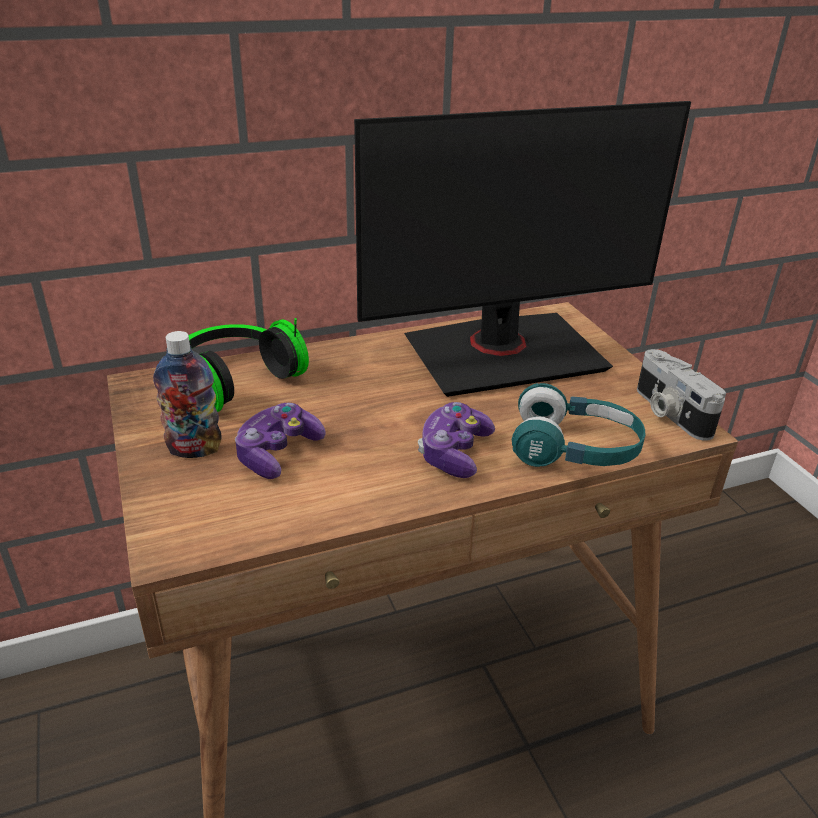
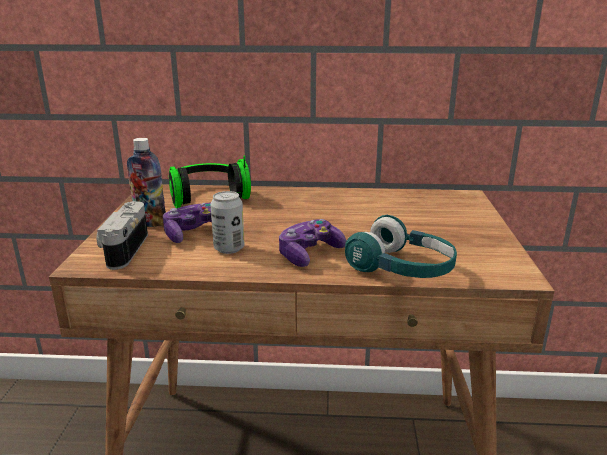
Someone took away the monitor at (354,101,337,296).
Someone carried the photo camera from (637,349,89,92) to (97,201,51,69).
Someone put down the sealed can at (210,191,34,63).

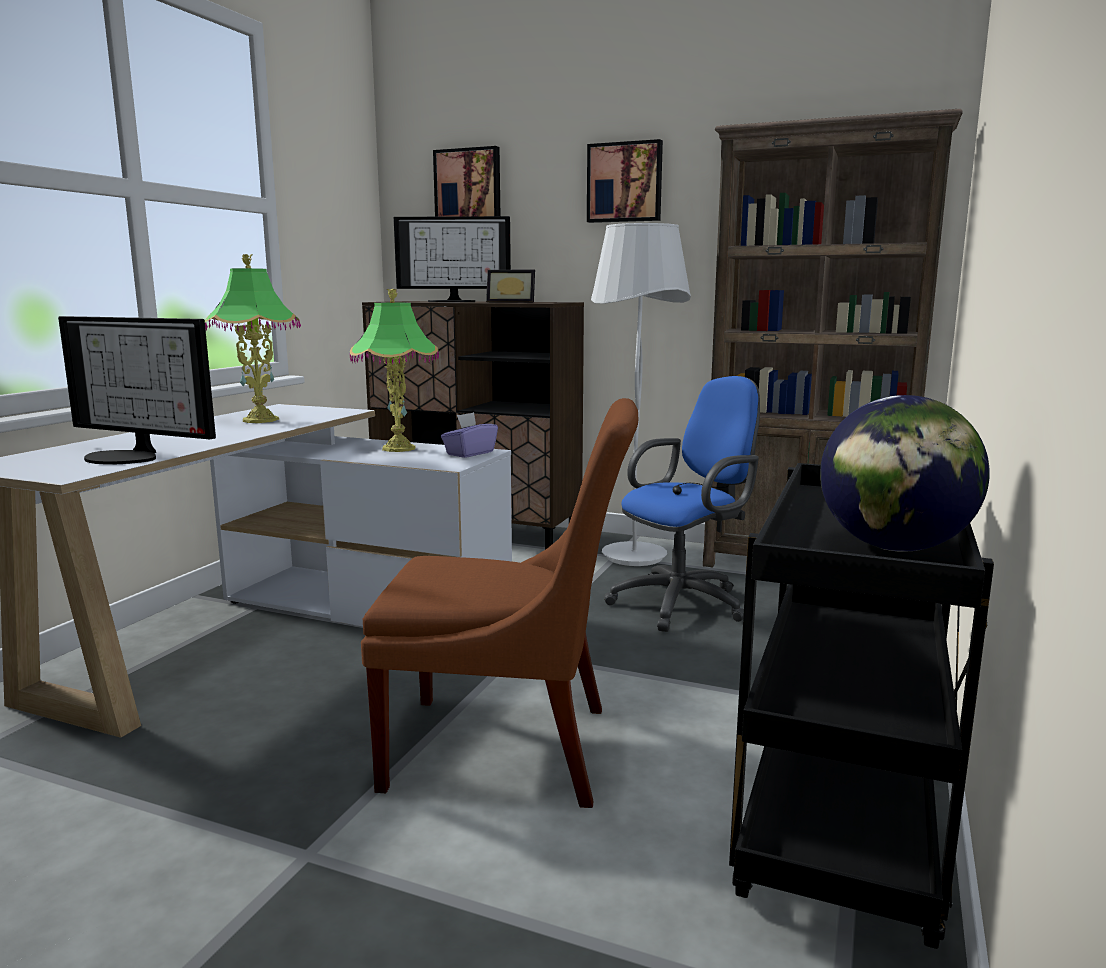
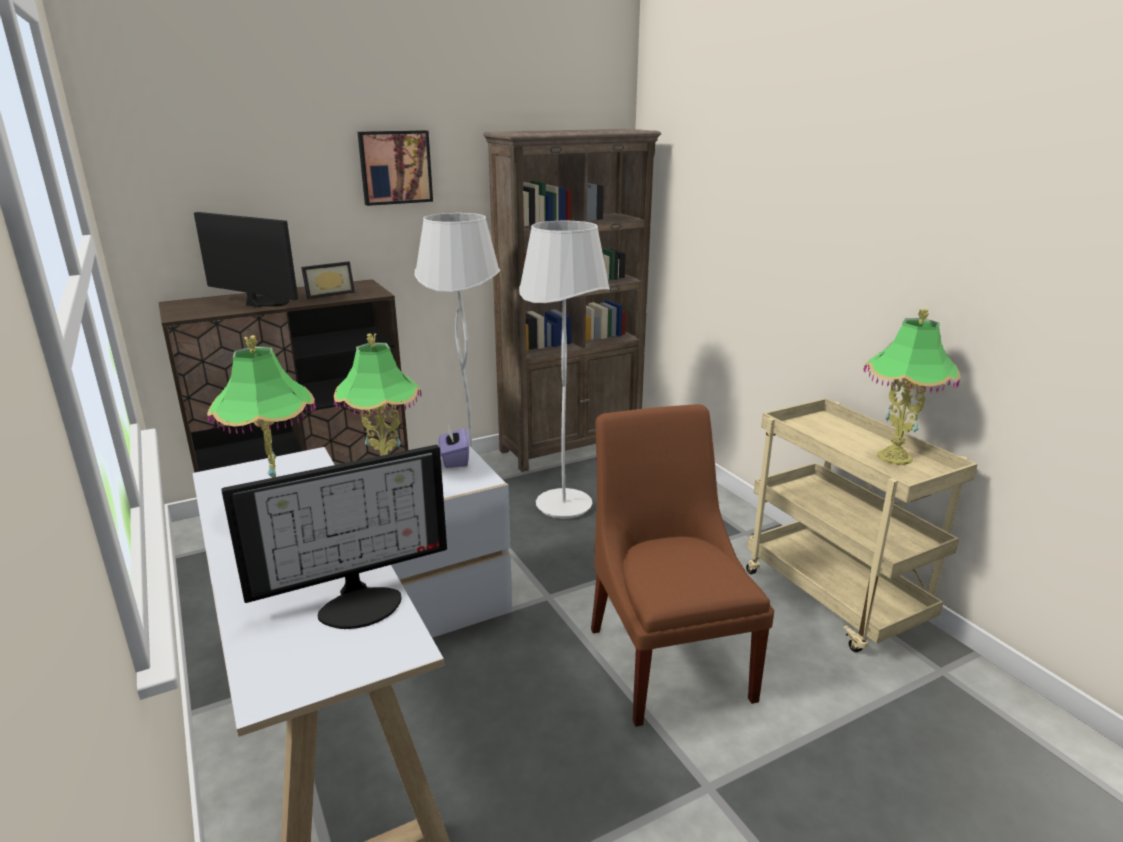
Someone rotated the plain chair in brown at (361,398,278,410) by 60 degrees counterclockwise.
Someone rotated the monitor at (394,216,117,86) by 105 degrees counterclockwise.
Someone took away the wall picture at (433,146,67,71).
Someone swapped the computer chair in blue-coloured at (604,376,156,256) for the standing lamp in white at (519,221,91,298).
Someone repainted the cart in black-coloured at (729,463,265,486), which became the cart in beige at (746,398,232,255).
Someone swapped the globe at (820,395,170,157) for the table lamp at (864,308,96,157).

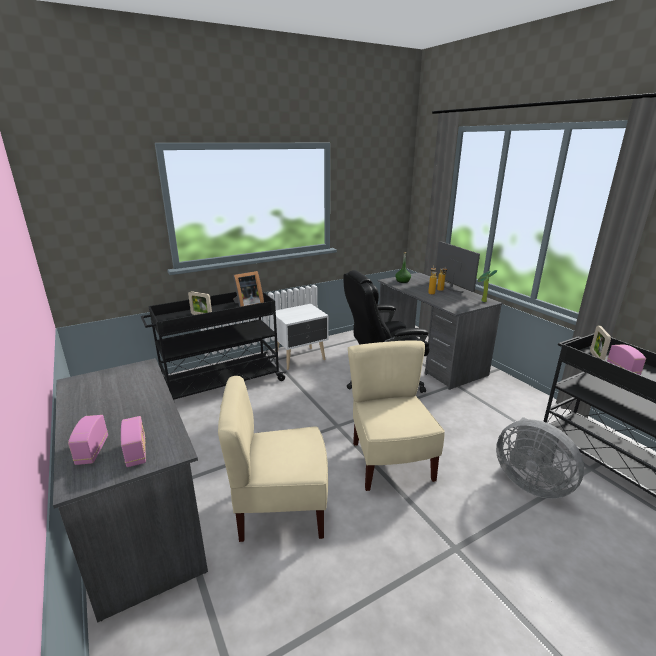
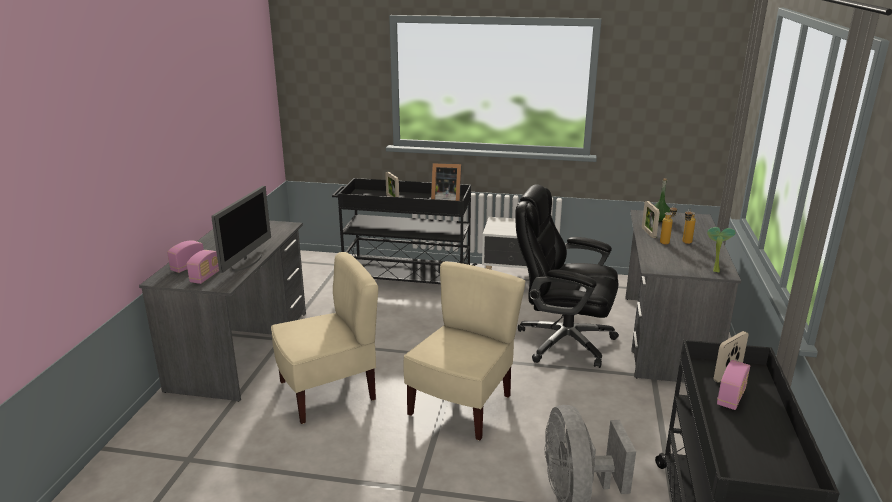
Someone rotated the plain chair in beige at (218,376,110,166) by 120 degrees clockwise.
Someone carried the monitor from (436,241,44,52) to (211,186,60,87).
Someone put down the photo frame at (642,201,18,37).

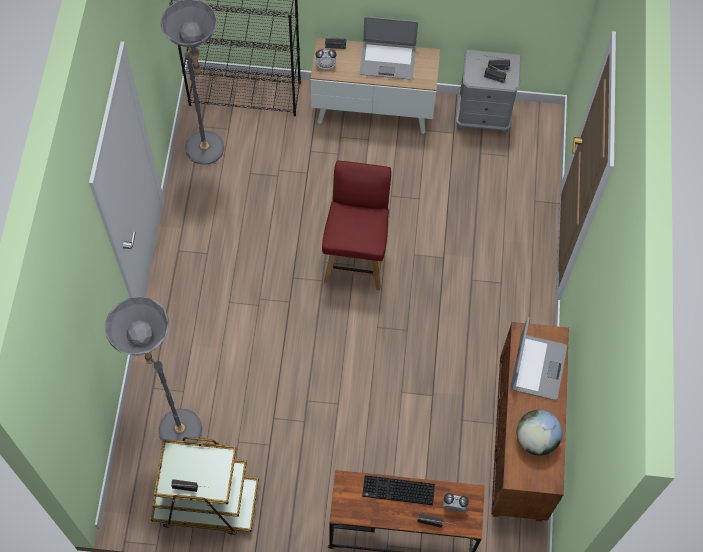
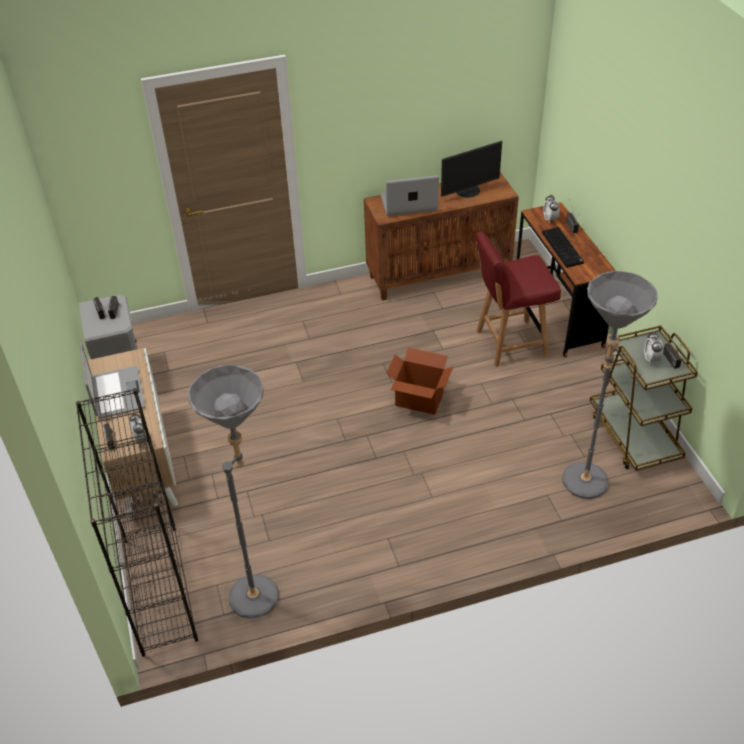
Someone carried the plain chair in red-coloured from (322,161,69,129) to (476,232,85,135).
Someone swapped the globe at (517,410,46,45) for the monitor at (441,141,61,57).
Someone put down the carton at (386,348,67,67).
Someone put down the alarm clock at (644,332,19,32).

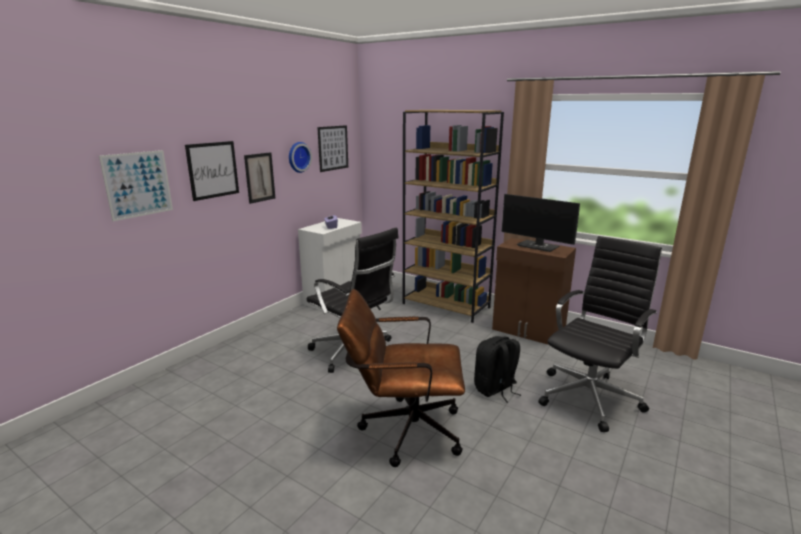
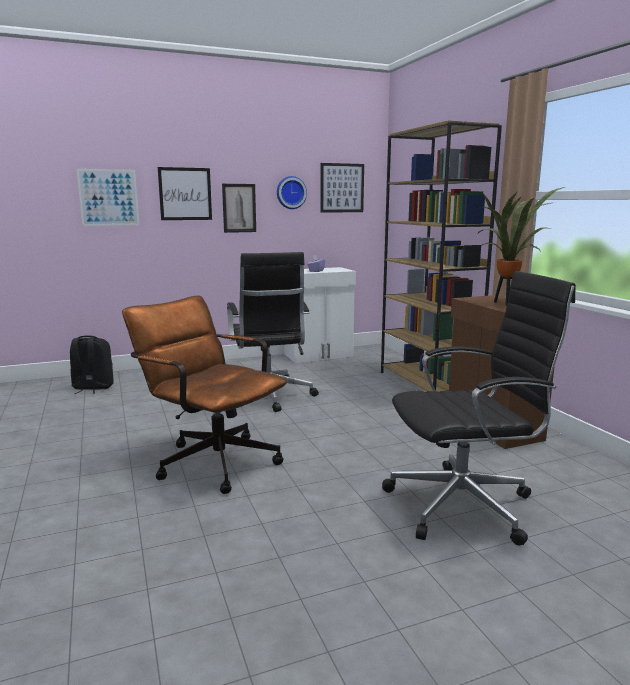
Someone carried the rucksack in black-coloured from (474,336,47,67) to (70,335,44,59).
Someone swapped the monitor at (502,194,78,58) for the plant in a pot at (477,187,88,119).

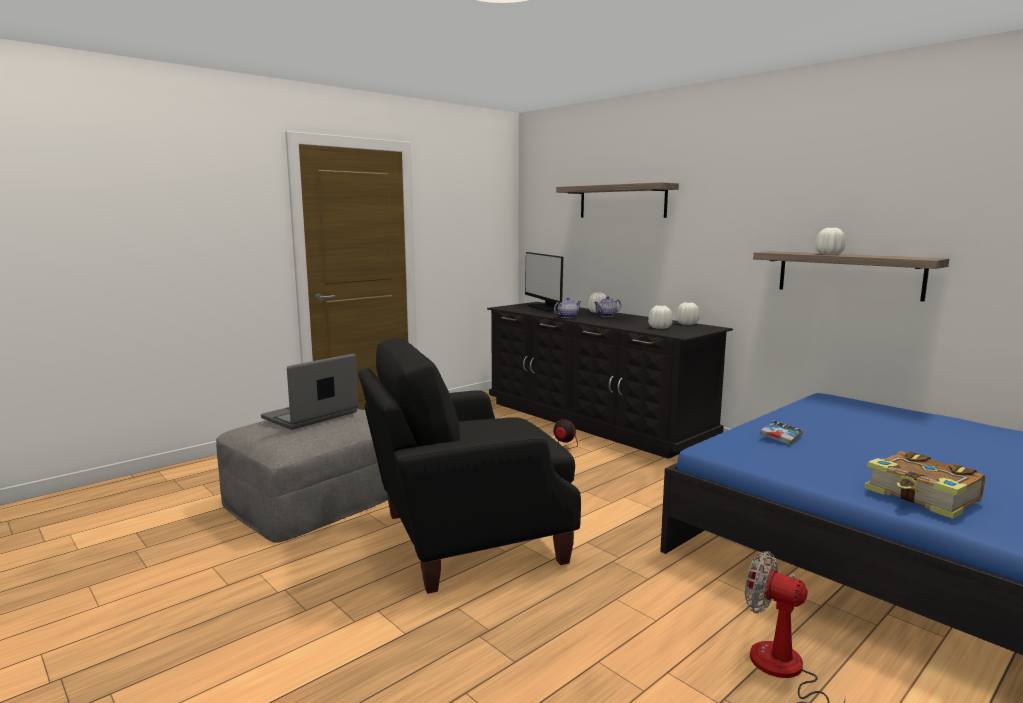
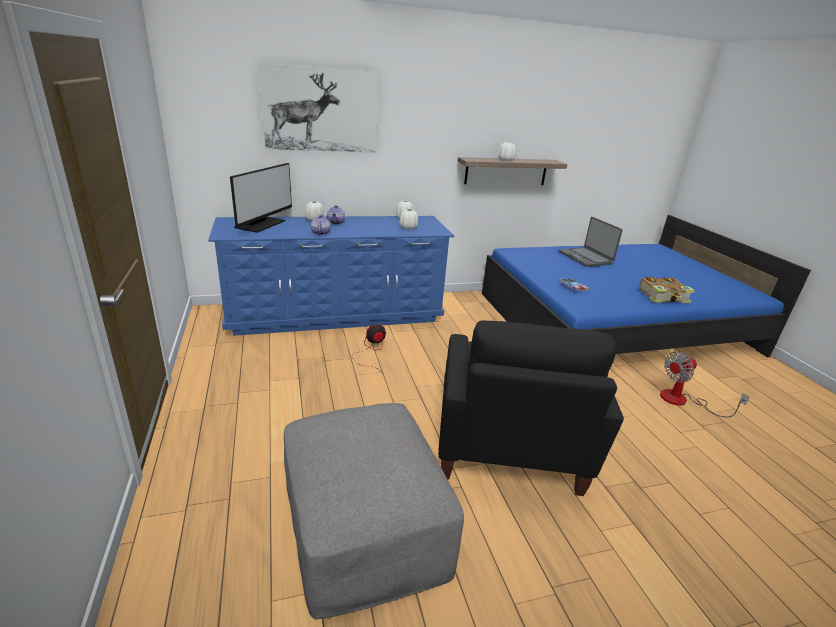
Someone carried the laptop from (261,354,97,76) to (559,217,64,50).
Someone repainted the drawer chest in black-coloured at (487,302,246,157), which became the drawer chest in blue-coloured at (208,216,246,120).
Someone rotated the monitor at (525,252,38,60) by 75 degrees counterclockwise.
Someone swapped the wall shelf at (556,182,123,36) for the wall picture at (259,63,120,90).

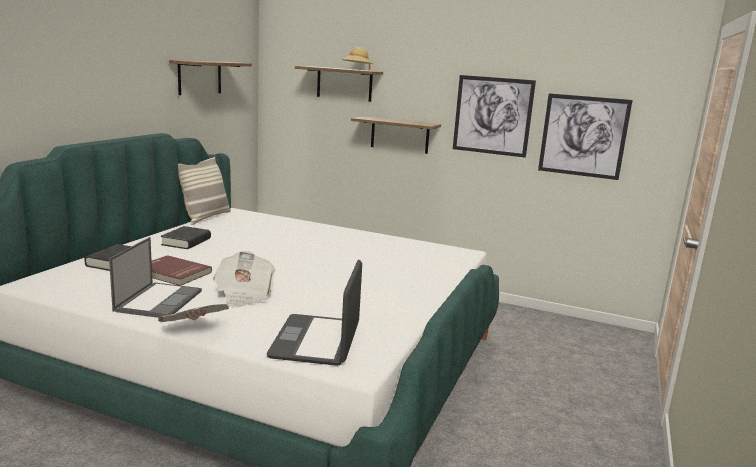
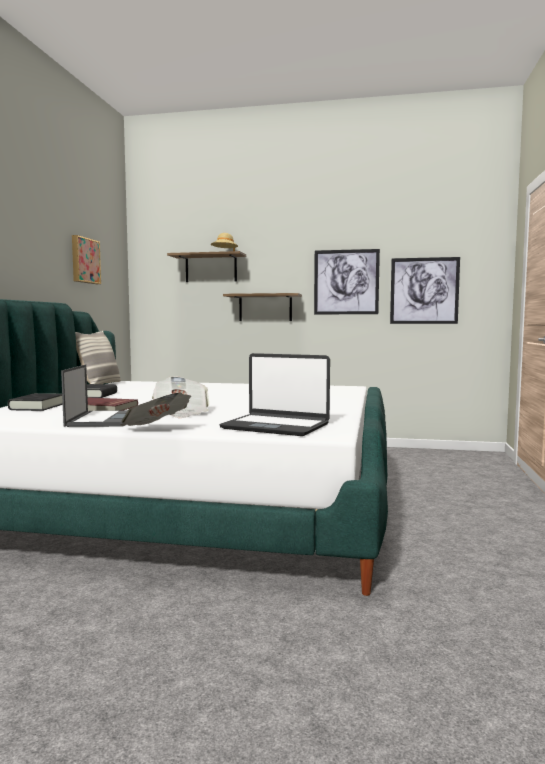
Someone swapped the wall shelf at (169,60,83,35) for the wall picture at (72,235,29,49).
Someone rotated the laptop at (267,260,95,106) by 60 degrees counterclockwise.

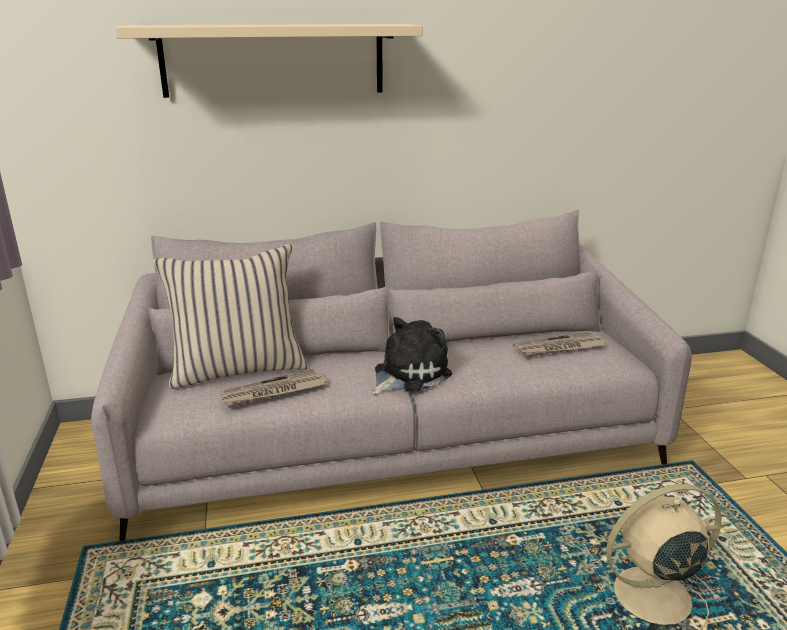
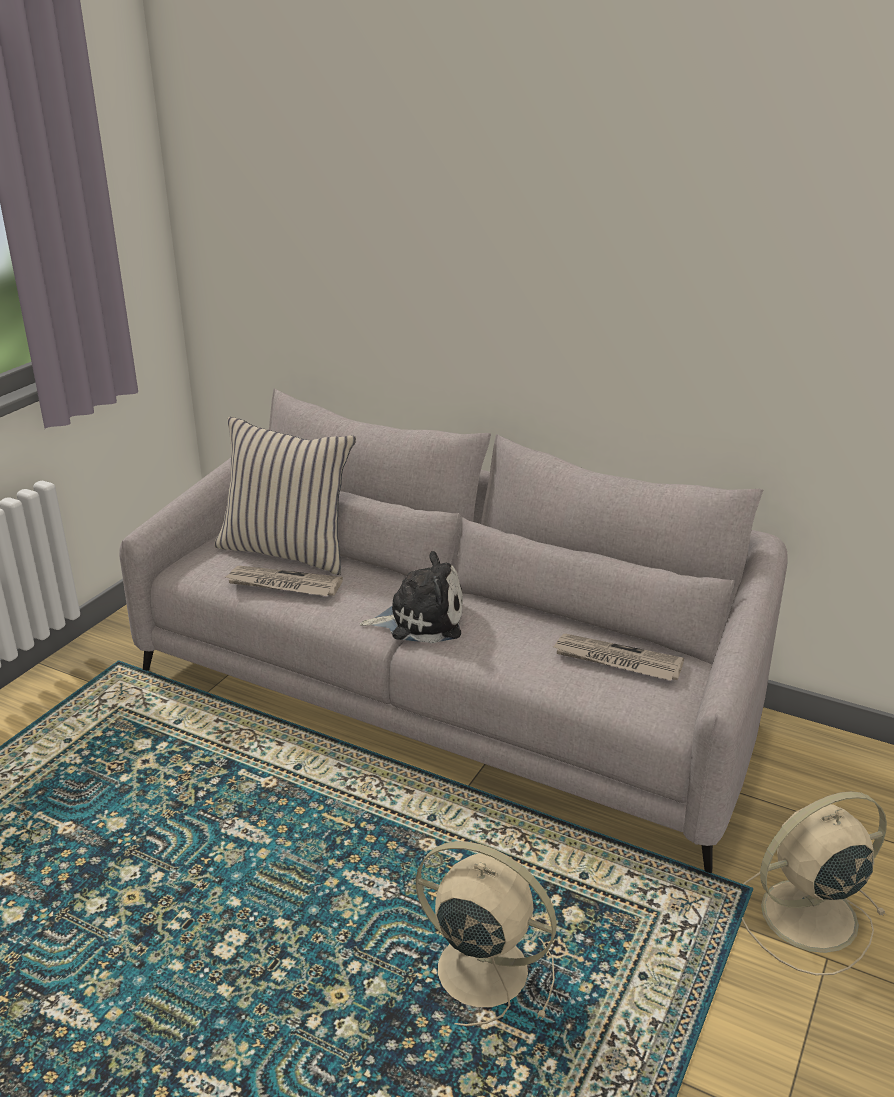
Someone took away the wall shelf in beige at (115,24,308,74).
Someone put down the electric fan in beige at (742,791,145,184).

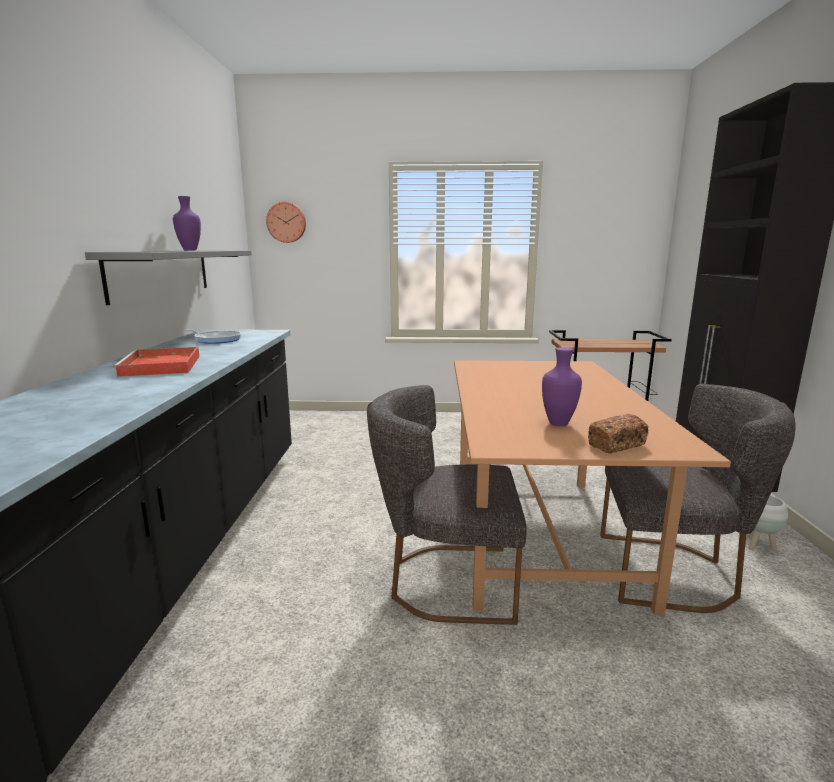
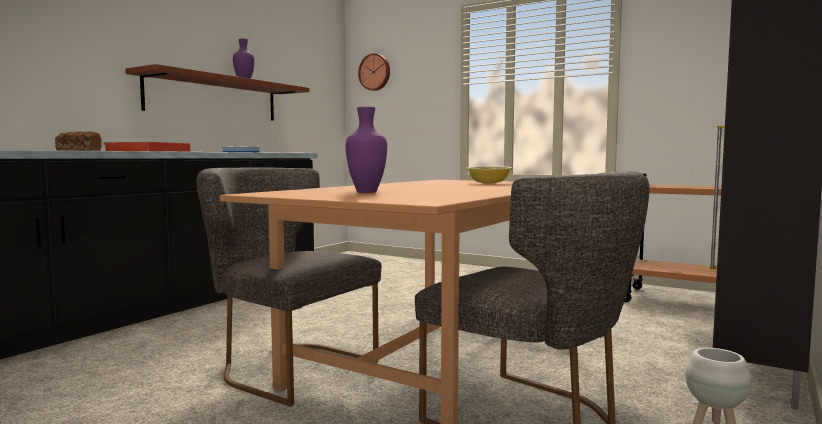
Someone repainted the wall shelf in greyish at (85,250,167,55), which became the wall shelf in brown at (125,64,184,57).
Someone carried the bakery bread from (588,414,60,40) to (55,131,47,20).
Someone put down the bowl at (466,166,46,18).

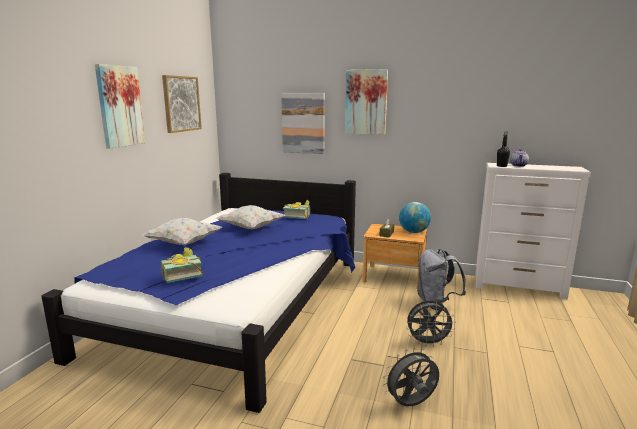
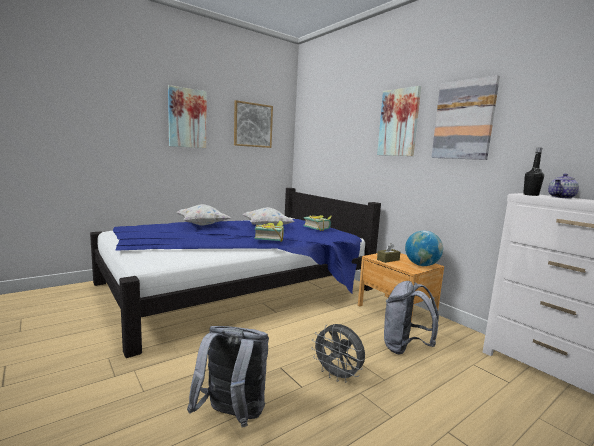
Someone carried the bound book from (161,247,42,36) to (254,221,30,21).
Someone carried the wall picture from (281,93,44,61) to (431,75,69,85).
Someone swapped the electric fan in greyish at (383,348,56,58) for the rucksack in greyish at (187,326,82,102).

